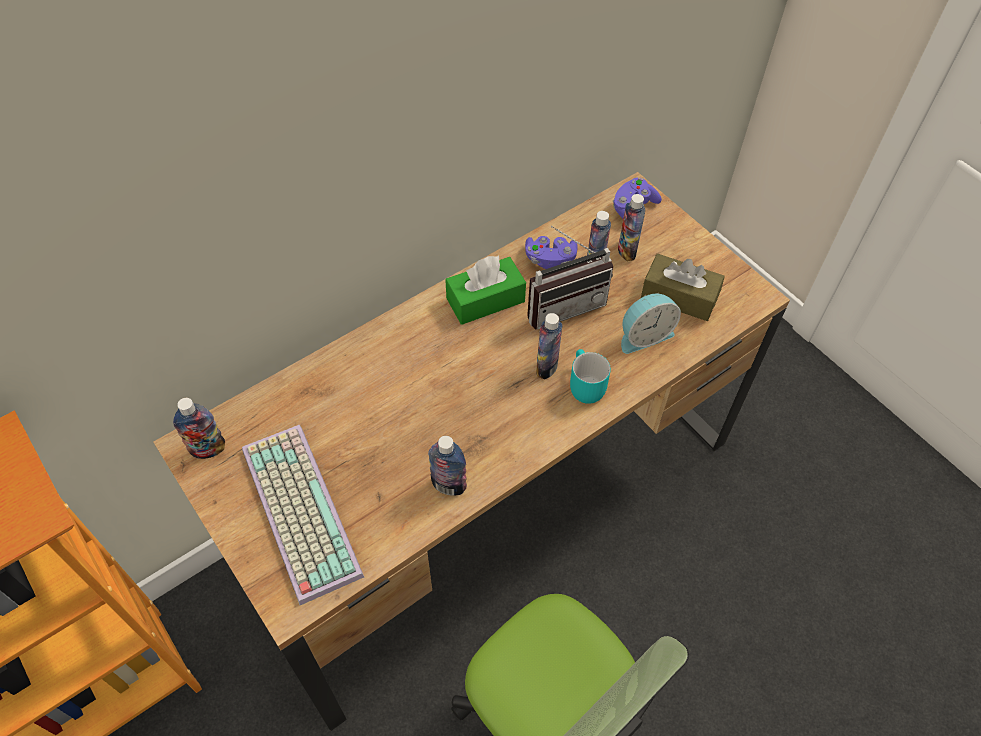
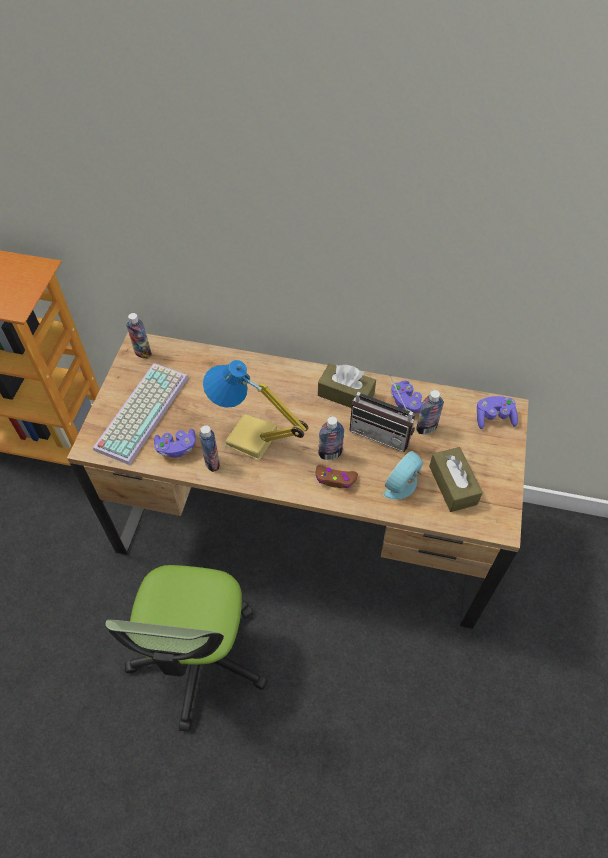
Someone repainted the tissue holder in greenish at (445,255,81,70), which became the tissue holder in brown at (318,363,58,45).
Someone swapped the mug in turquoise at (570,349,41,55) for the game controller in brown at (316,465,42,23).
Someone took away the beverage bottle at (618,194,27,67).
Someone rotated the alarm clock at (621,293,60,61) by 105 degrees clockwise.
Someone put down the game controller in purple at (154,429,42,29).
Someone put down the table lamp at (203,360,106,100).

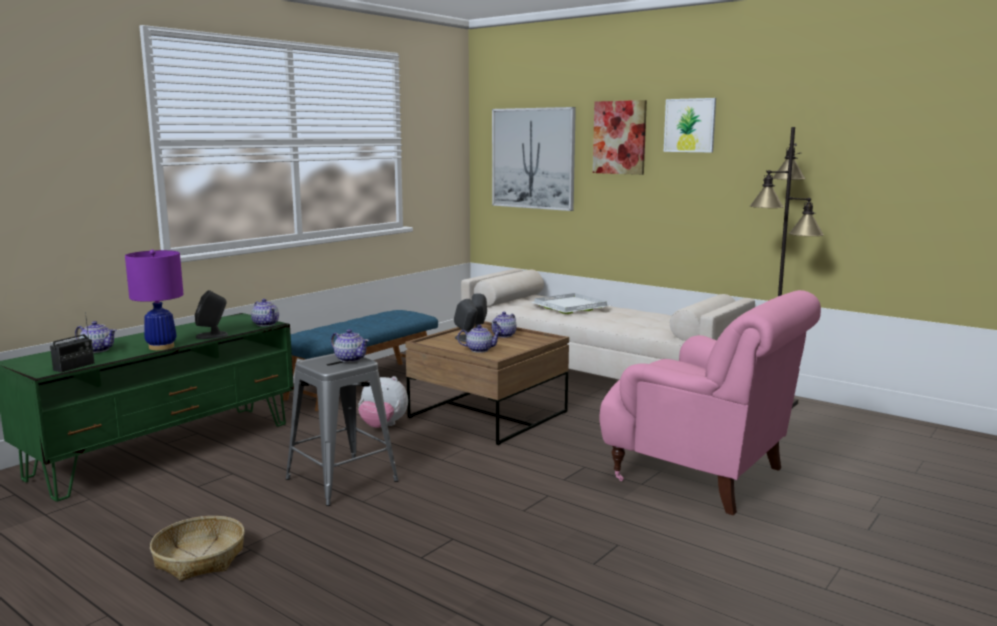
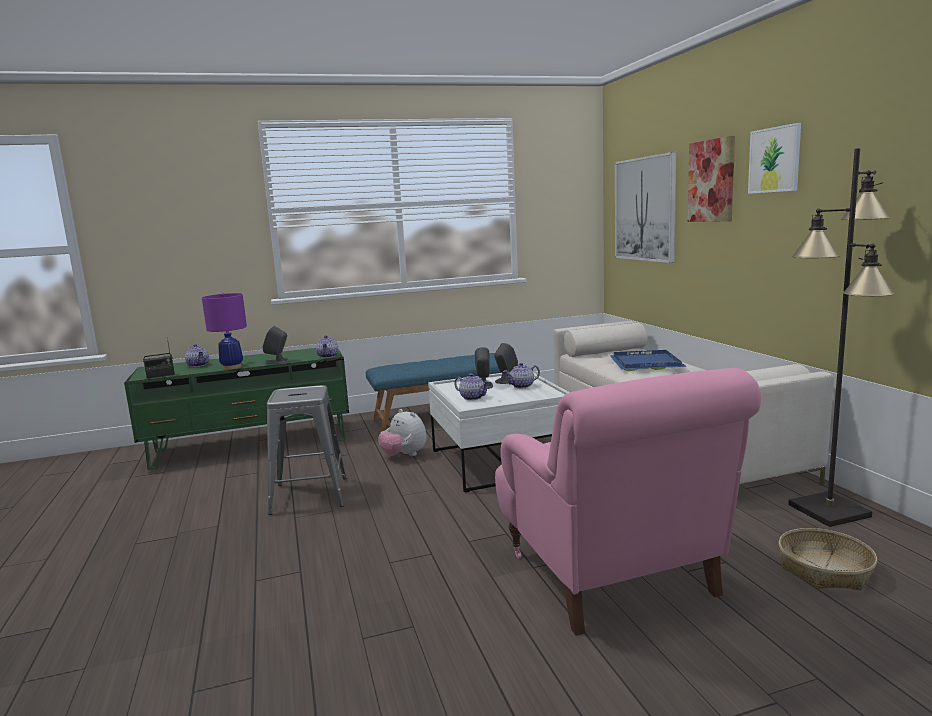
Someone carried the storage basket from (150,516,95,65) to (778,528,100,63).
Someone took away the pot for tea at (331,329,38,33).
Someone repainted the low table in brown at (405,321,164,124), which became the low table in white at (428,373,142,120).
Someone repainted the carrying tray in white at (531,293,80,21), which became the carrying tray in blue-coloured at (609,350,78,21).

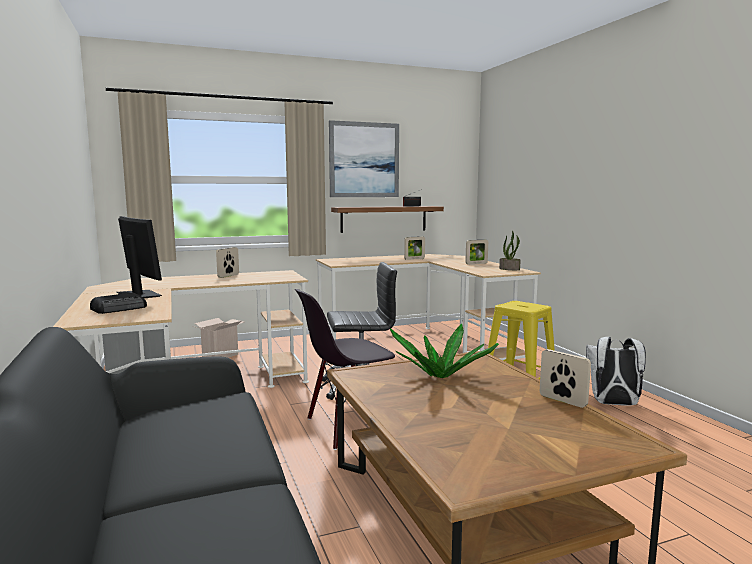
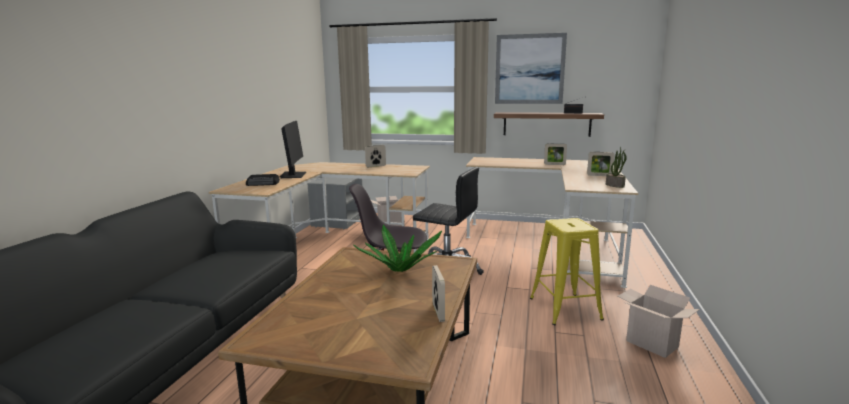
Someone swapped the rucksack in white at (586,337,60,69) for the carton at (618,285,82,73).

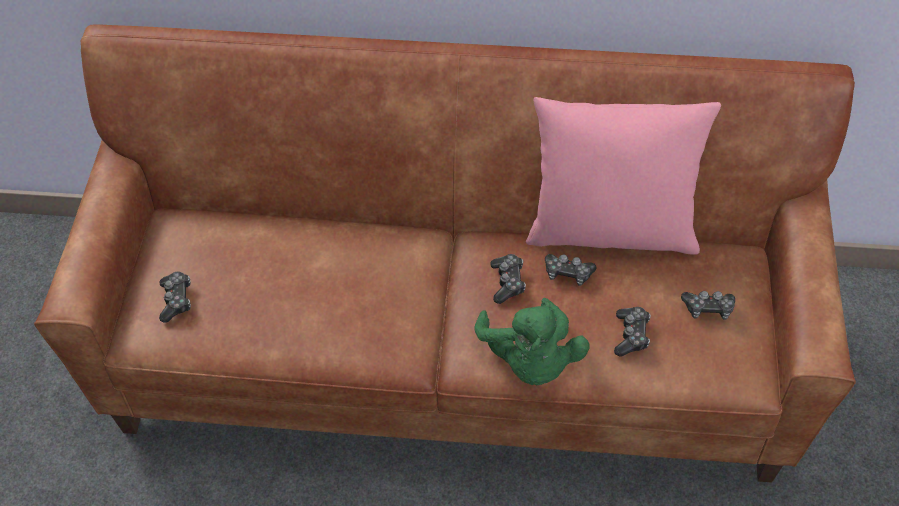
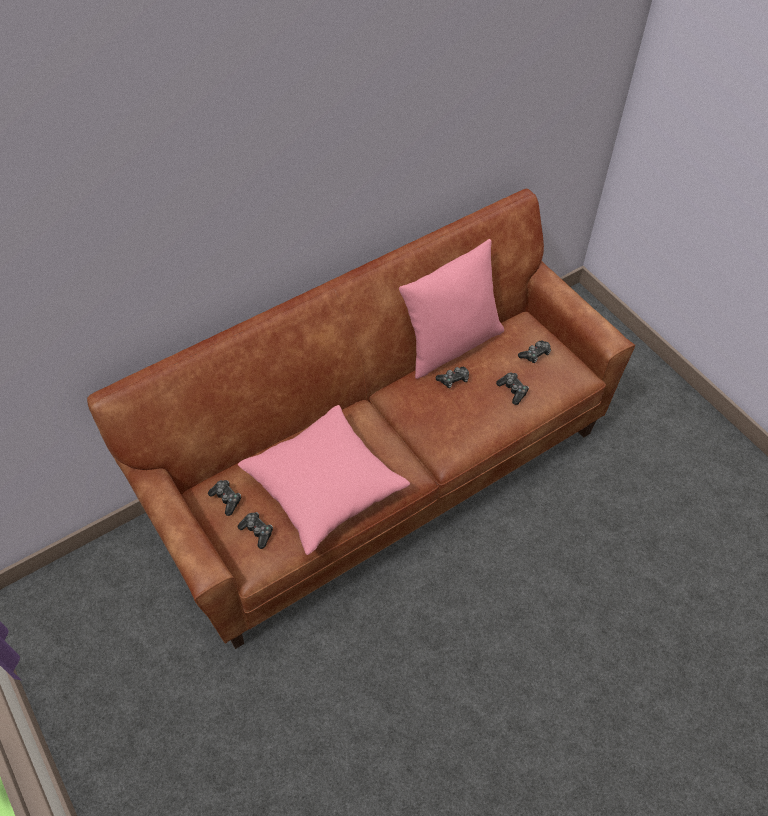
Someone took away the plush toy in greenish at (475,298,115,87).
Someone carried the game controller from (490,254,36,50) to (208,480,33,36).
Someone put down the pillow in pink-coloured at (238,405,172,150).

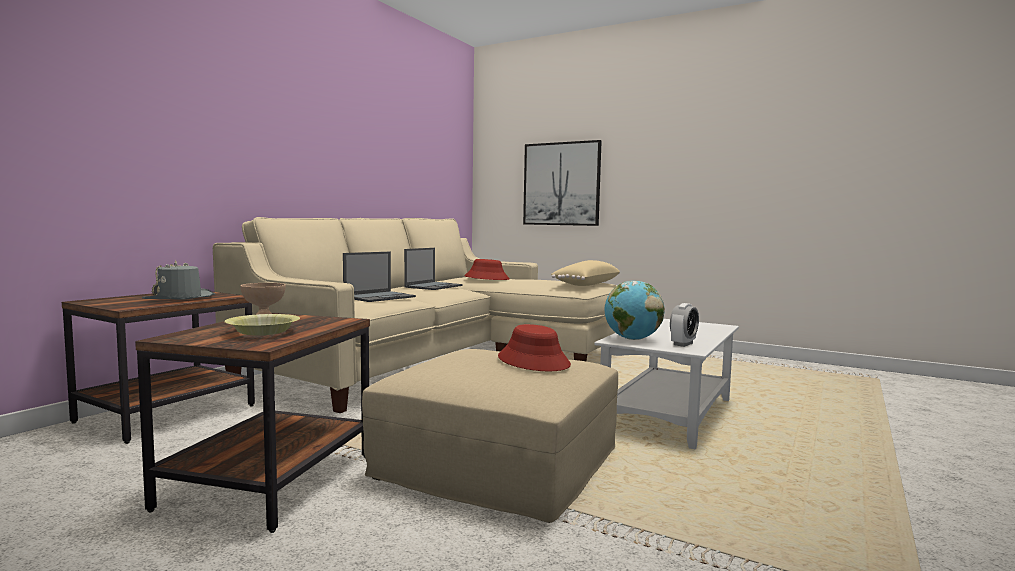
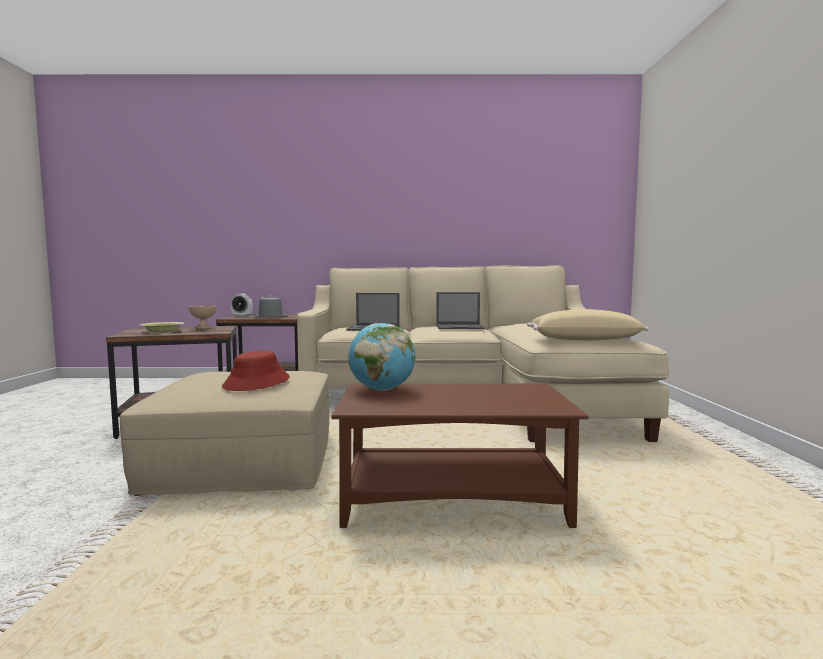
Someone took away the clothing hat in red-coloured at (464,259,46,21).
Someone took away the wall picture at (523,140,79,86).
Someone repainted the low table in white at (594,319,145,130), which became the low table in brown at (331,384,258,144).
Someone carried the alarm clock from (670,303,29,44) to (231,294,22,23).

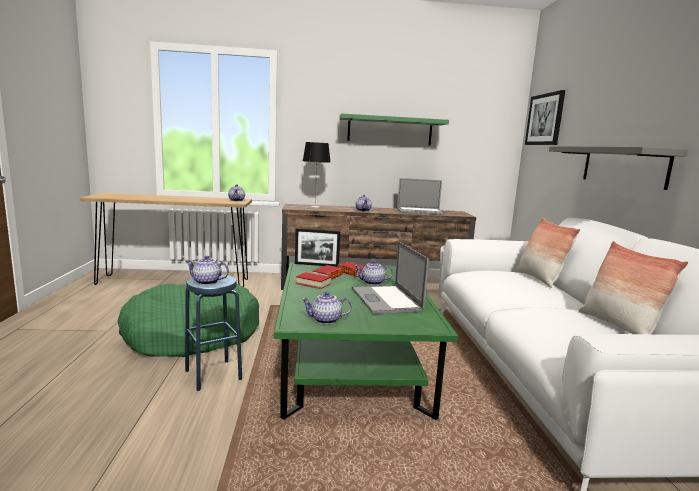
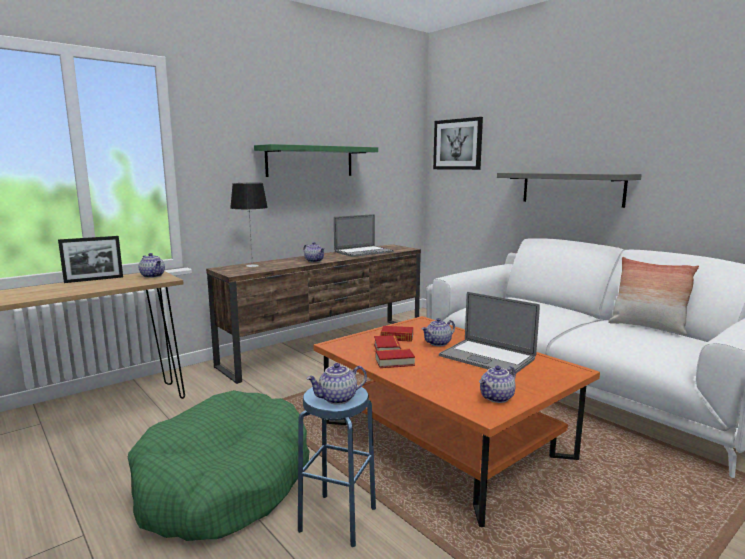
Someone repainted the low table in greenish at (274,263,184,157), which became the low table in orangey at (314,316,286,211).
Someone carried the photo frame from (295,228,46,39) to (58,236,65,47).
Someone took away the pillow at (517,218,63,70).

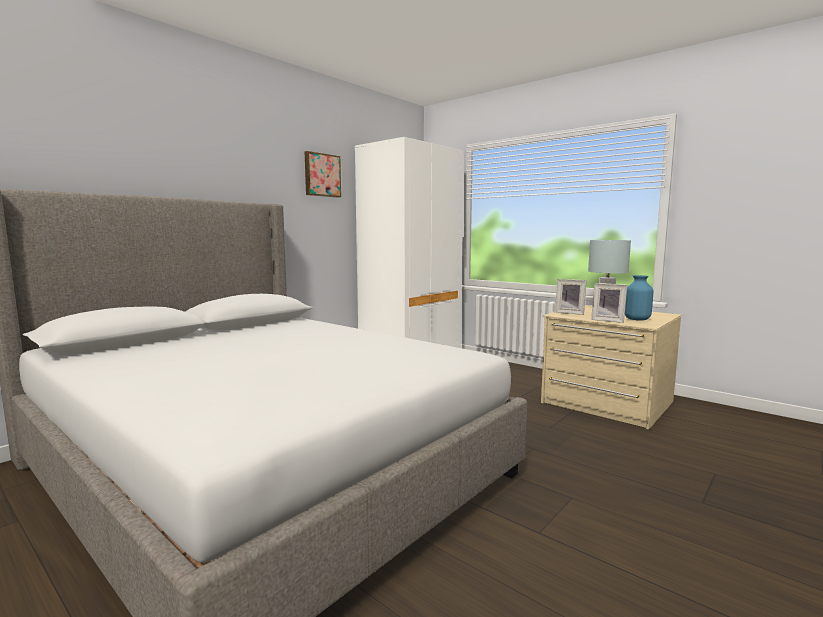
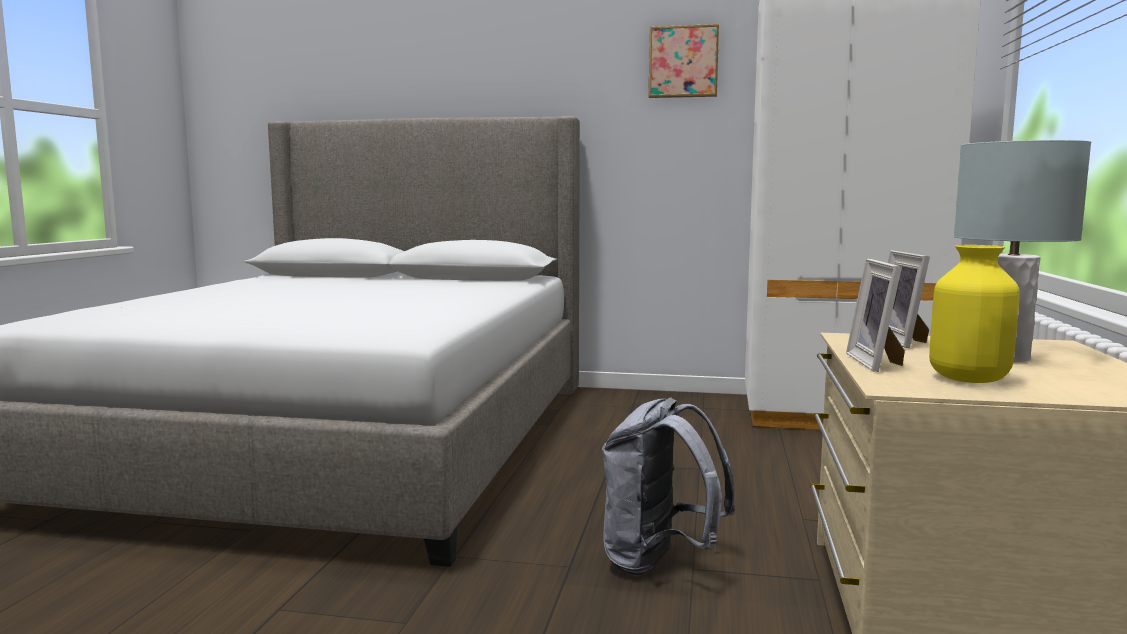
Someone repainted the vase in blue-coloured at (625,275,29,46), which became the vase in yellow-coloured at (929,245,91,138).
Someone put down the rucksack in greyish at (602,397,133,179).

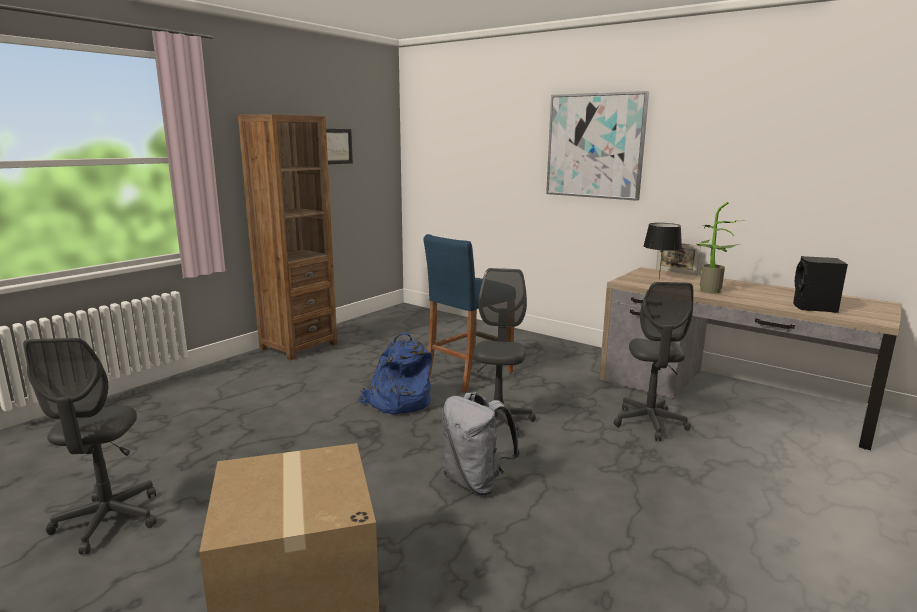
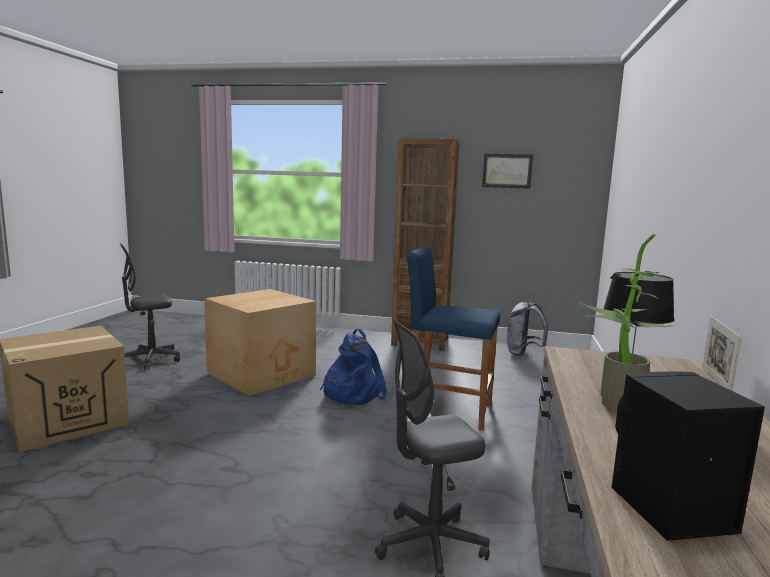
Someone carried the rucksack in greyish from (442,392,78,103) to (507,301,41,55).
Someone took away the computer chair in greyish at (473,268,63,169).
Someone took away the wall picture at (546,91,103,110).
Someone put down the carton at (204,289,112,107).

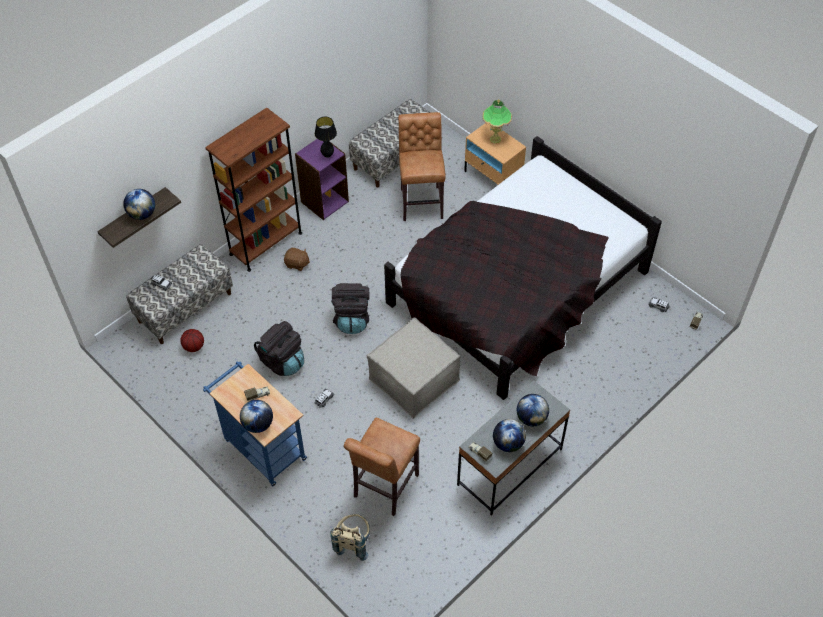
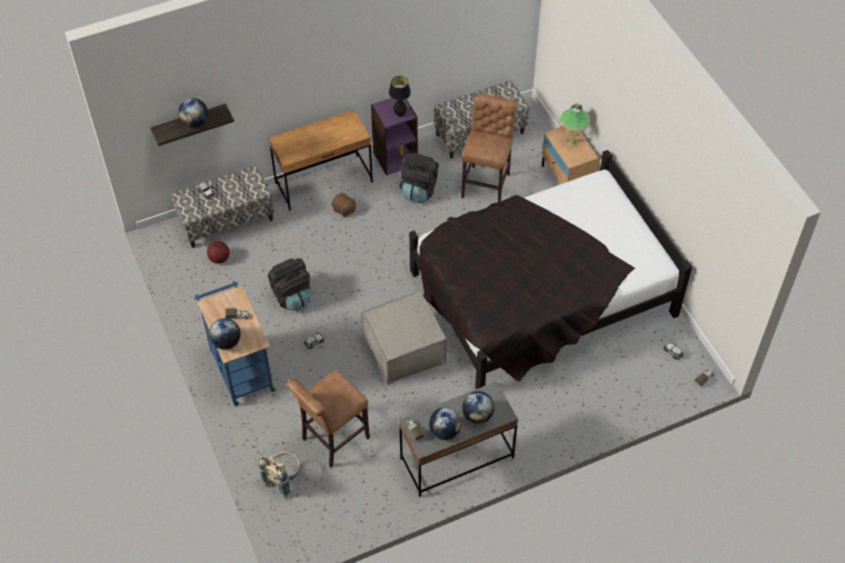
Someone swapped the bookcase in brown at (205,108,97,164) for the desk table in brown at (269,110,104,101).
Someone carried the rucksack in black-coloured from (331,283,38,51) to (399,153,40,50).

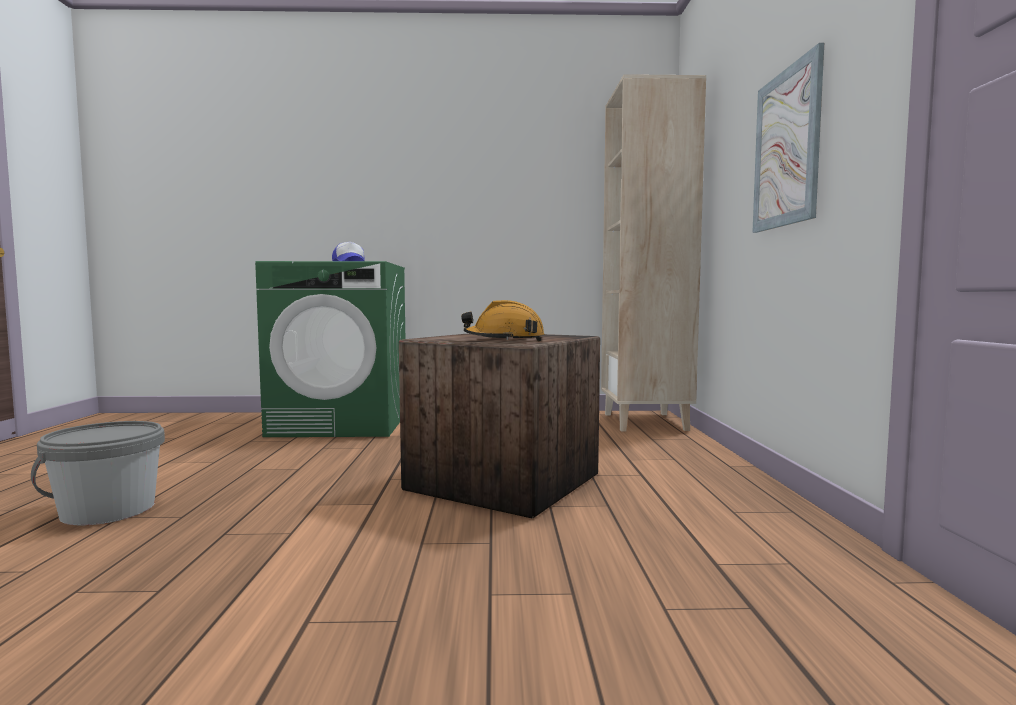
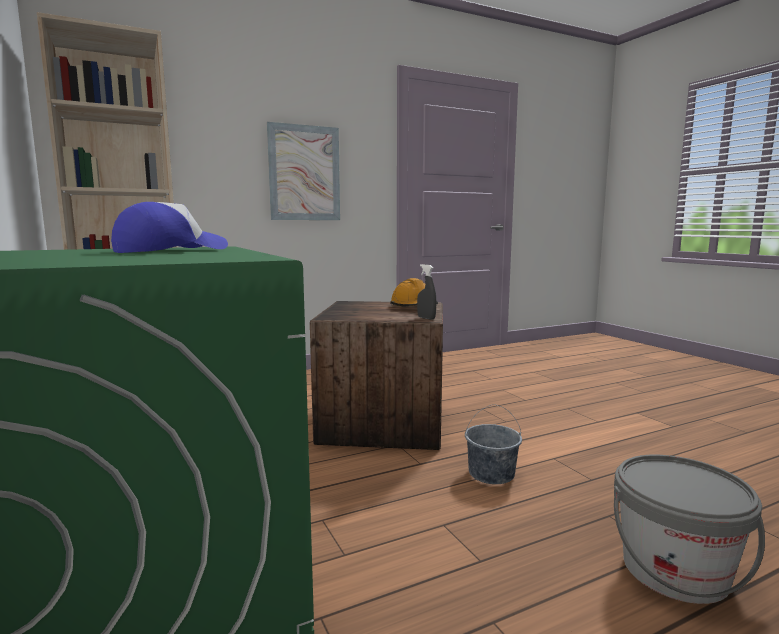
Someone put down the hand sprayer in greyish at (417,264,19,56).
Someone put down the water bucket in greyish at (465,404,57,80).

